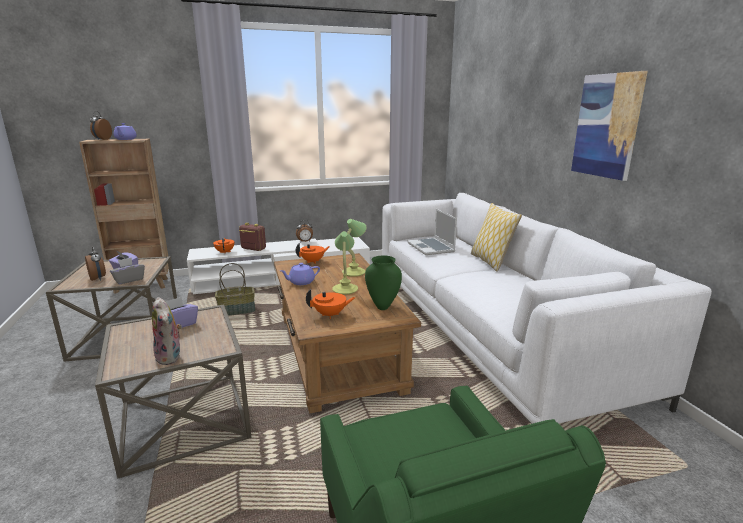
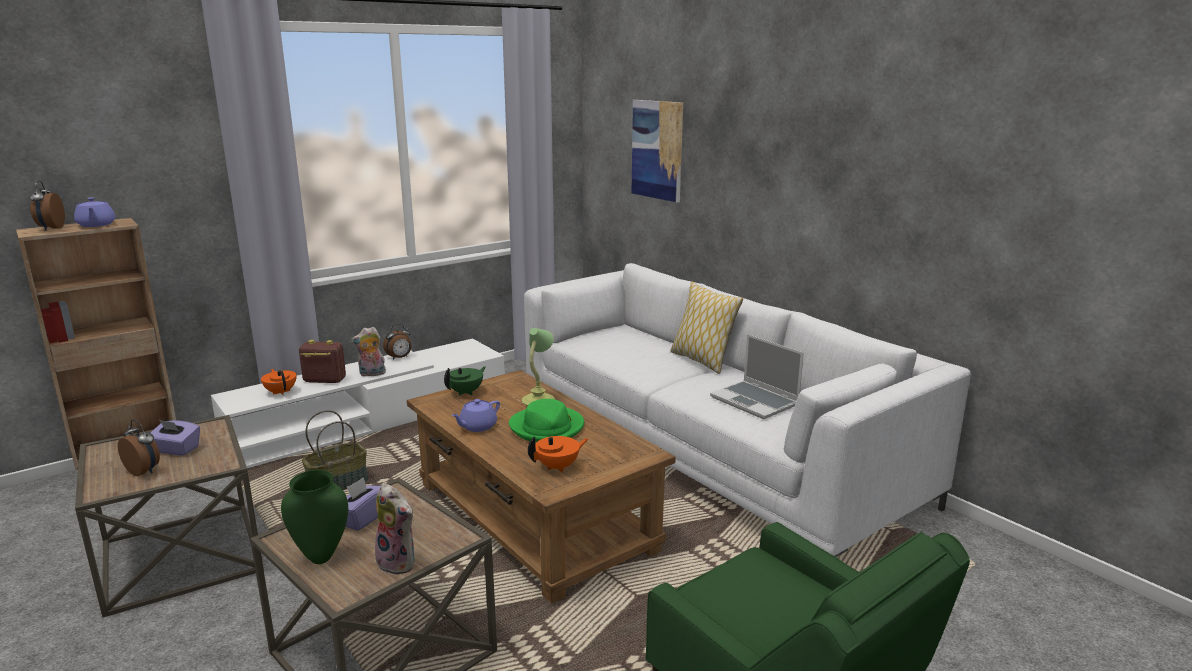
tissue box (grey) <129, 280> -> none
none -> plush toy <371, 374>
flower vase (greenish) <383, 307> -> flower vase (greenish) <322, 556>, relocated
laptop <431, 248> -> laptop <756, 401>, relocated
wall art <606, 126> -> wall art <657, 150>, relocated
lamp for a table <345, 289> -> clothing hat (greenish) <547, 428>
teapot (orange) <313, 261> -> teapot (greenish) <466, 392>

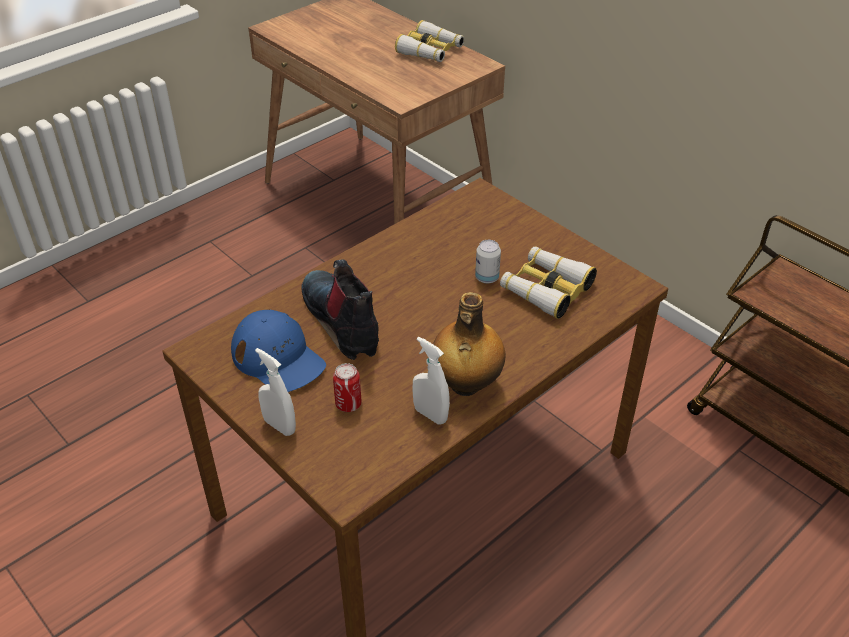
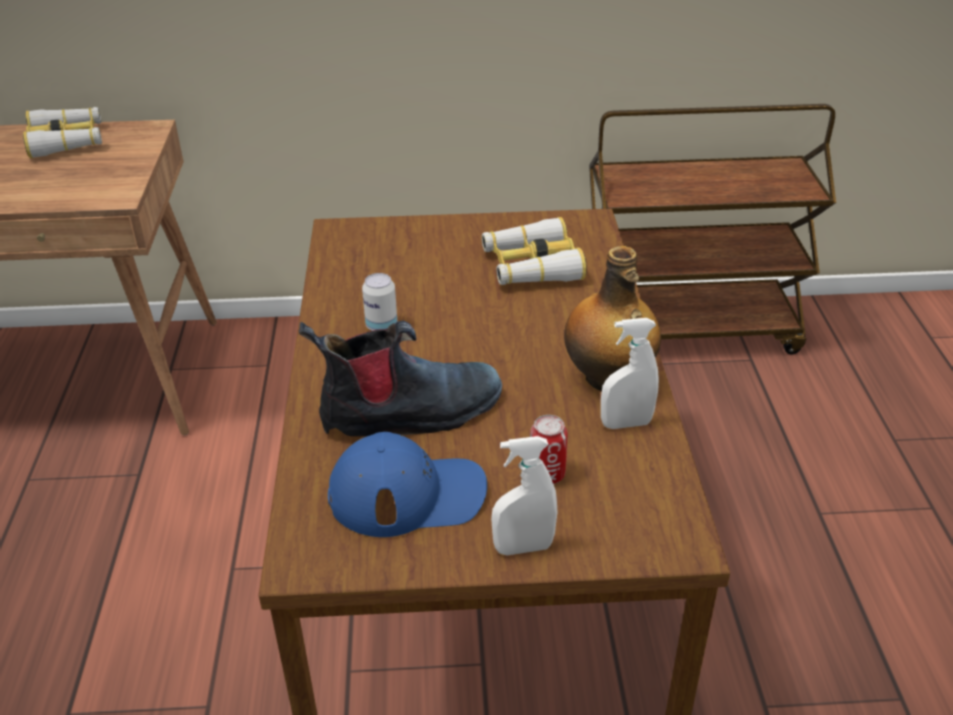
metal can <487, 278> -> metal can <381, 326>, relocated
high-top boot <343, 321> -> high-top boot <410, 414>, 150 degrees clockwise

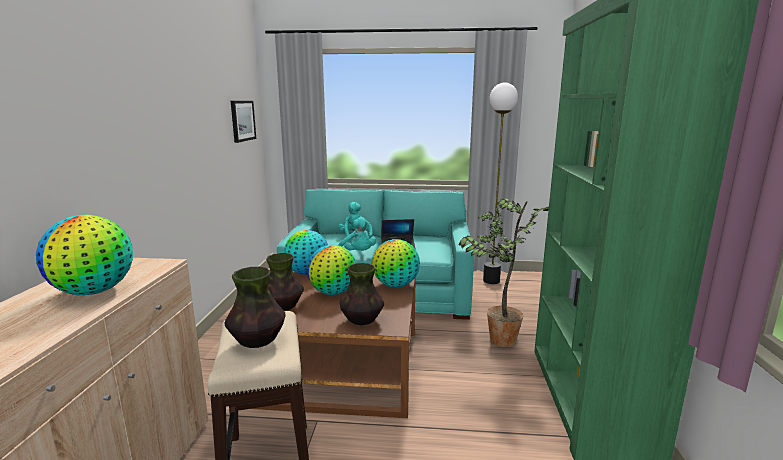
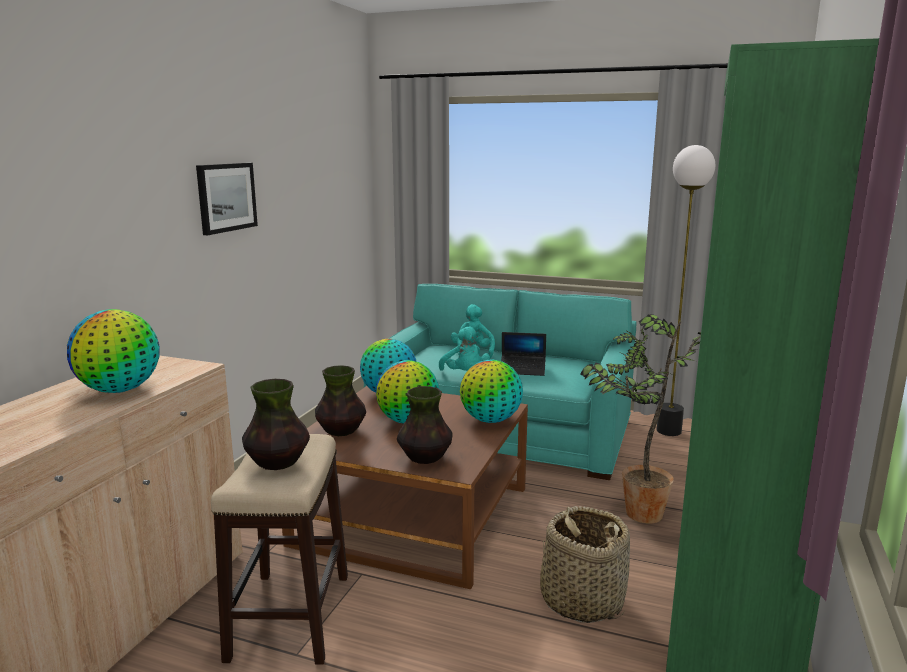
none -> basket <581, 599>
wall art <242, 120> -> wall art <226, 197>, relocated

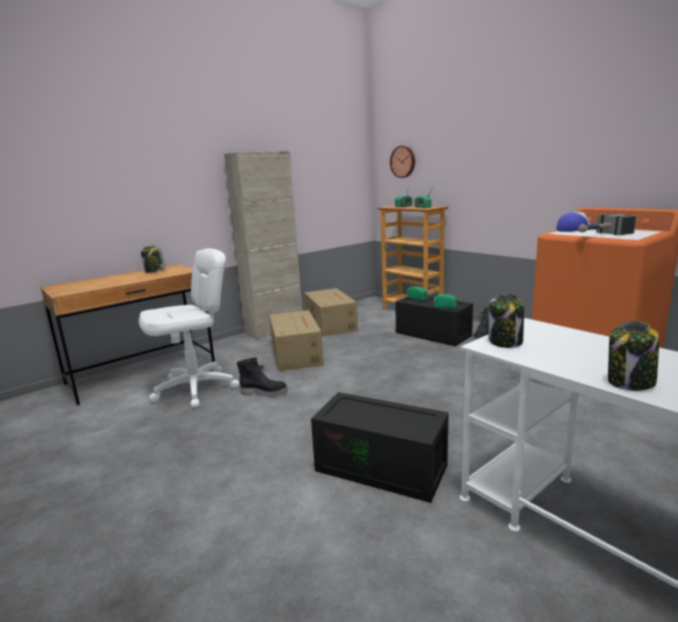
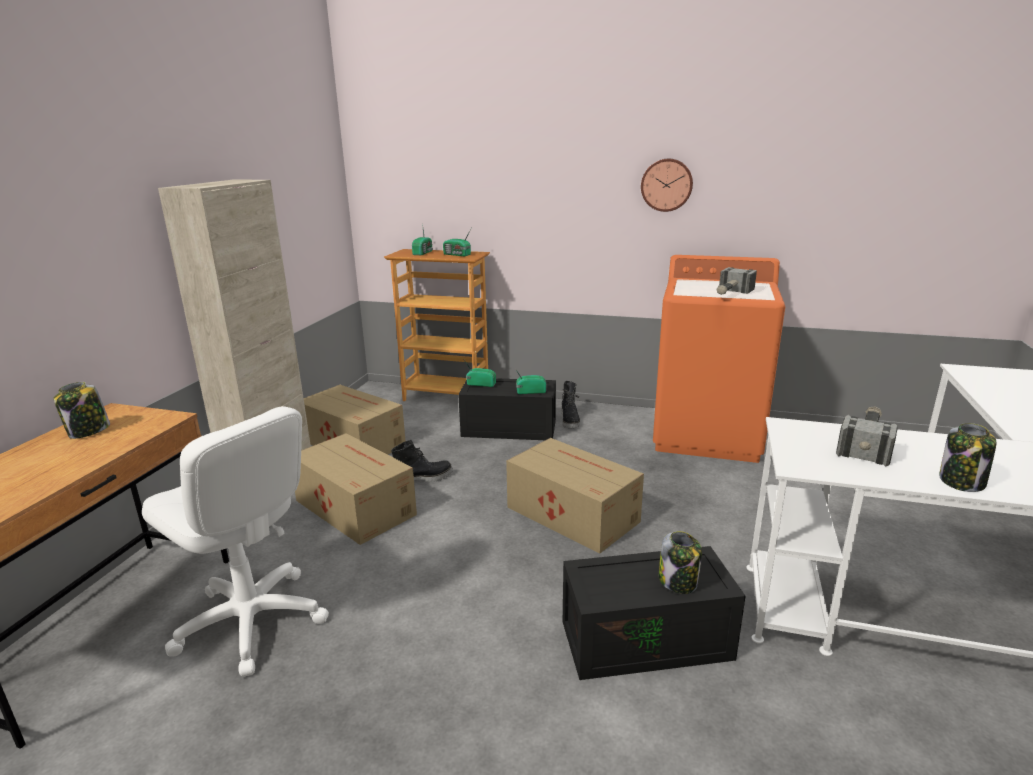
peaked cap <576, 229> -> none
none -> carton <571, 513>
none -> hammer <866, 442>
high-top boot (blackish) <264, 392> -> high-top boot (blackish) <424, 479>, relocated
hanging clock <403, 161> -> hanging clock <666, 185>, relocated
preserve jar <505, 342> -> preserve jar <678, 582>, relocated
desk chair (white-coloured) <196, 388> -> desk chair (white-coloured) <251, 621>, 105 degrees clockwise

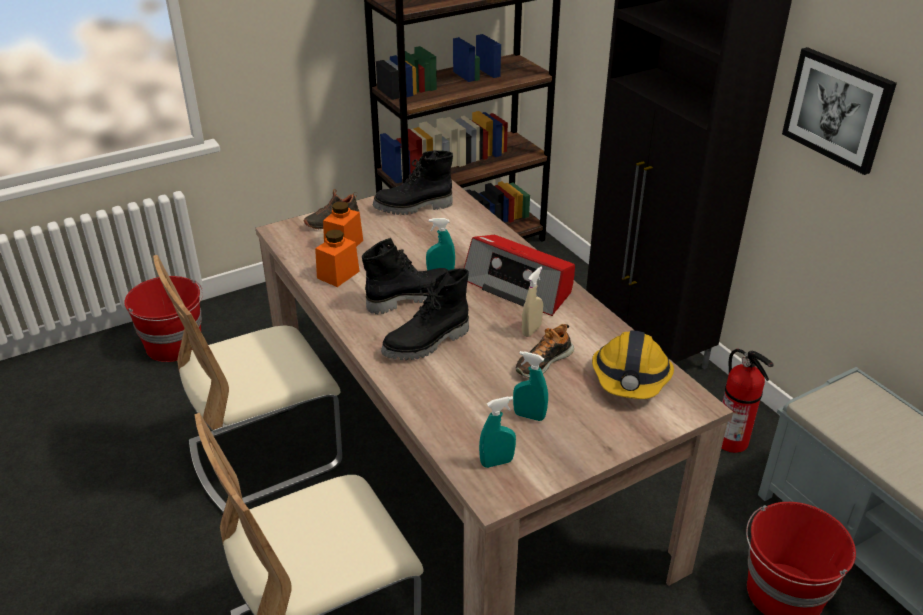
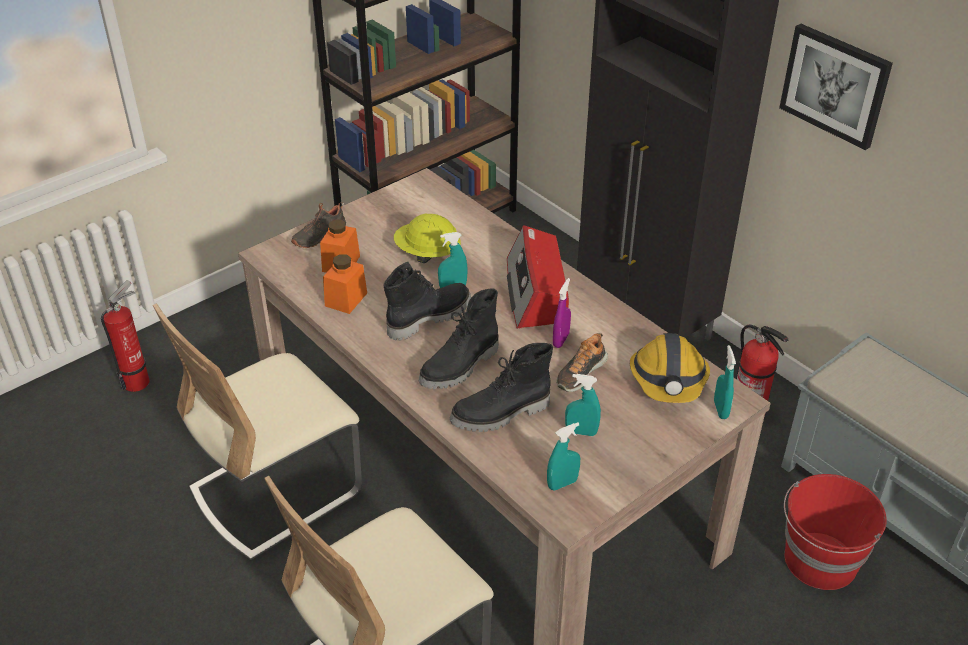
none -> hard hat (yellow) <427, 254>
none -> sprayer (turquoise) <720, 410>
high-top boot (blackish) <413, 207> -> high-top boot (blackish) <501, 414>, relocated
water bucket (reddish) <175, 345> -> extinguisher <138, 380>
sprayer (beige) <531, 330> -> sprayer (purple-coloured) <561, 340>
radio receiver <519, 286> -> radio receiver <536, 292>, 60 degrees clockwise

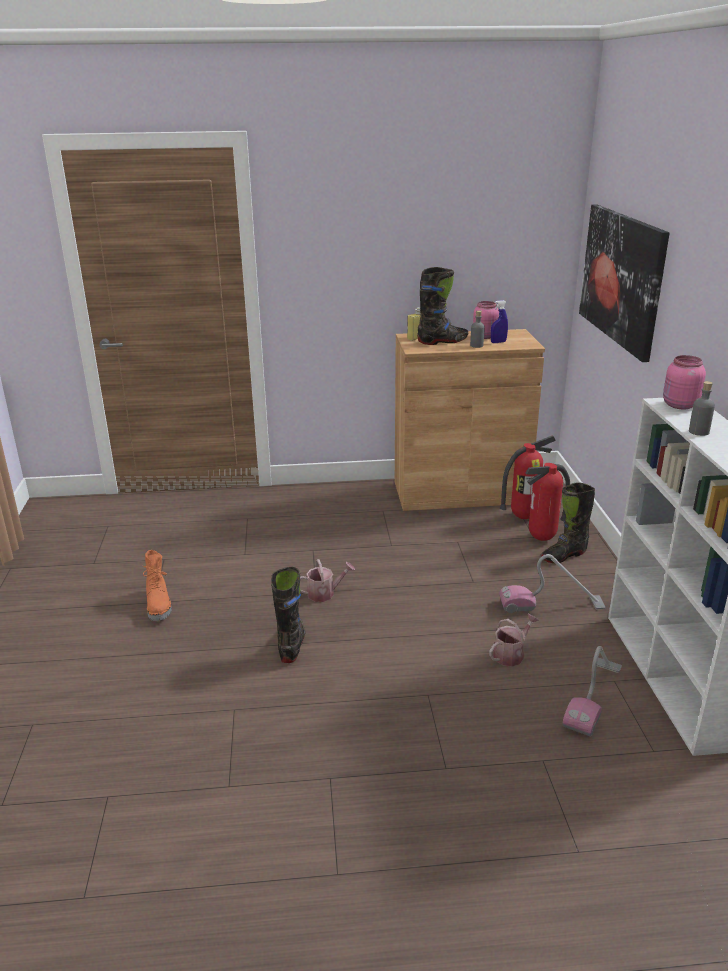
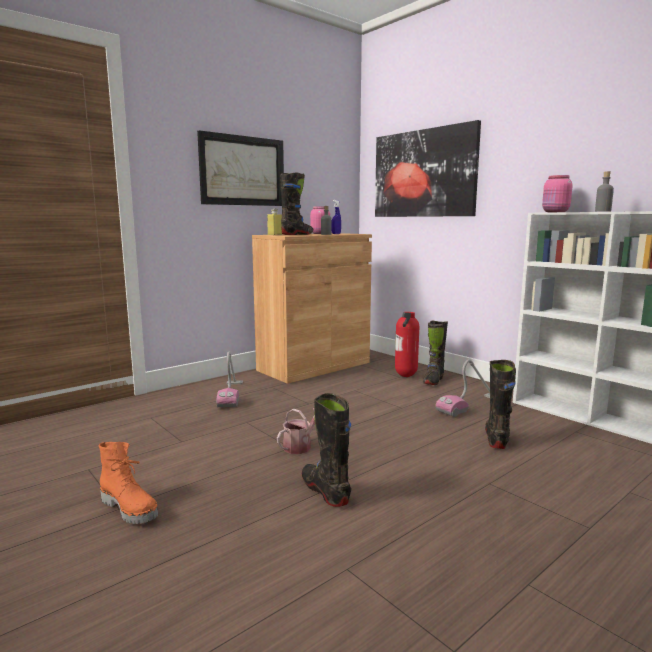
extinguisher <523, 517> -> none
none -> wall art <242, 171>
vacuum cleaner <593, 697> -> vacuum cleaner <231, 394>, relocated
watering pot <511, 654> -> high-top boot (blackish) <496, 438>

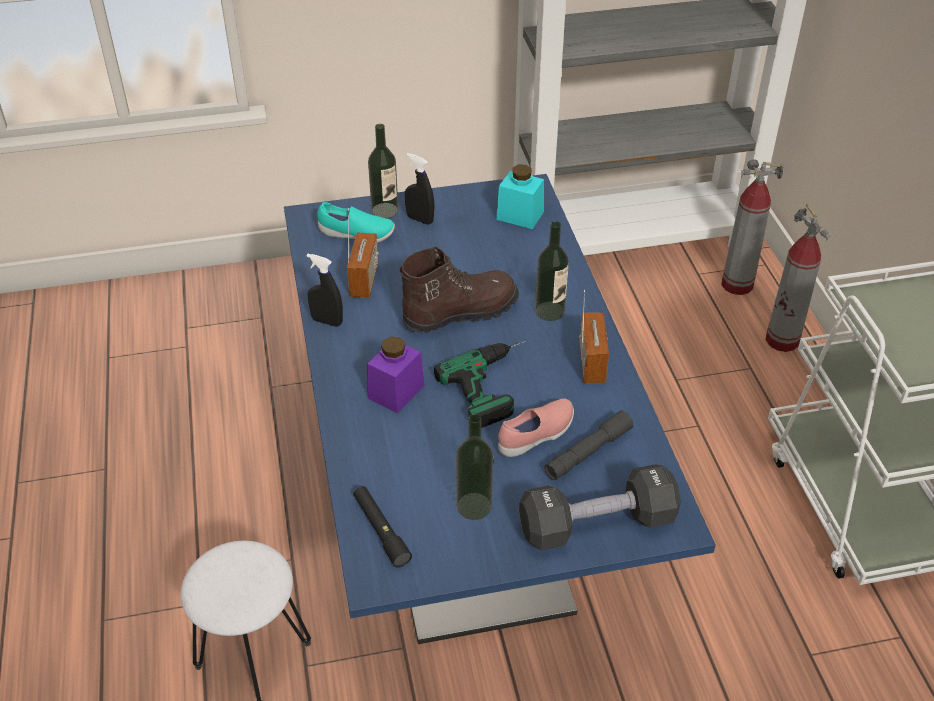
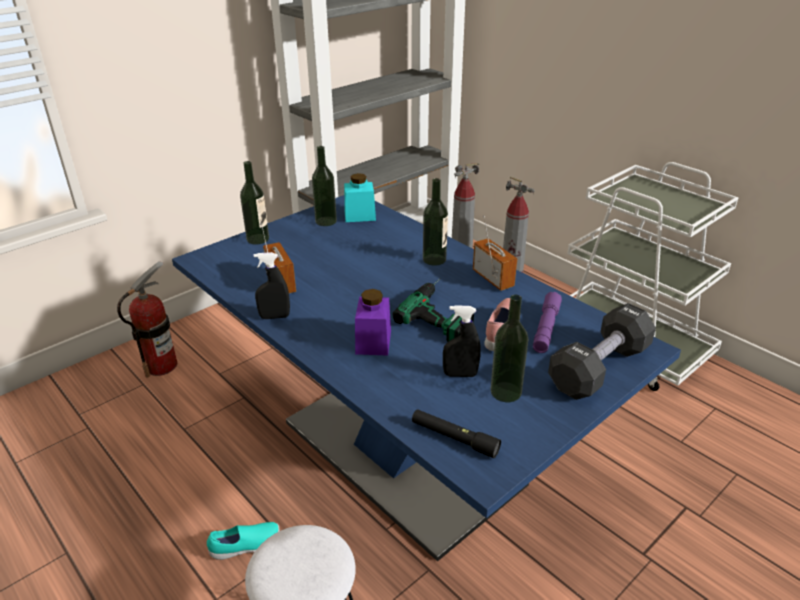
high-top boot (brown-coloured) <459, 312> -> none
none -> extinguisher <161, 365>
none -> drink bottle <326, 221>
shoe (turquoise) <356, 235> -> shoe (turquoise) <246, 546>, relocated
sprayer (blackish) <420, 219> -> sprayer (blackish) <460, 374>, relocated
hand torch (grey) <588, 452> -> hand torch (purple-coloured) <546, 328>

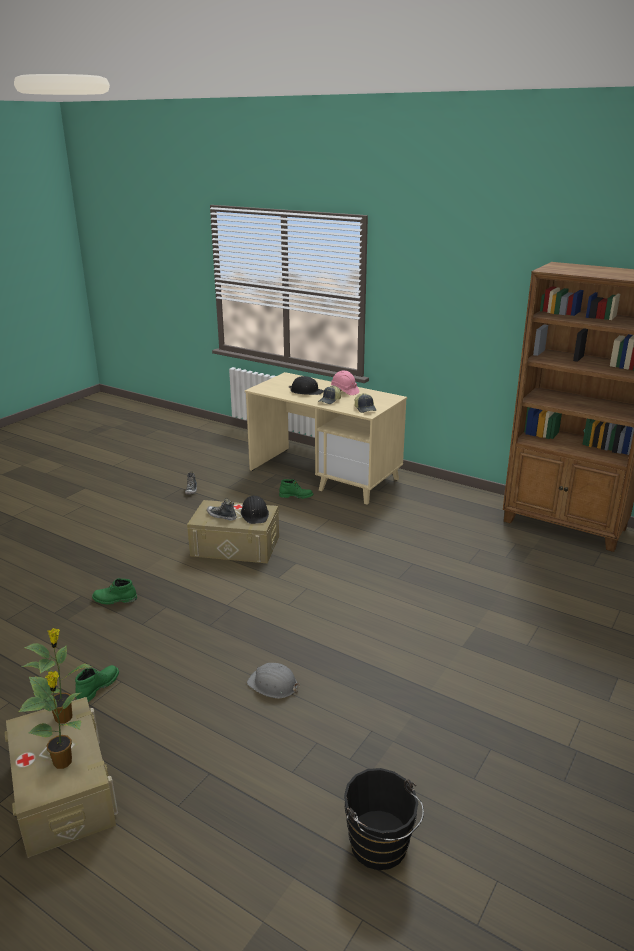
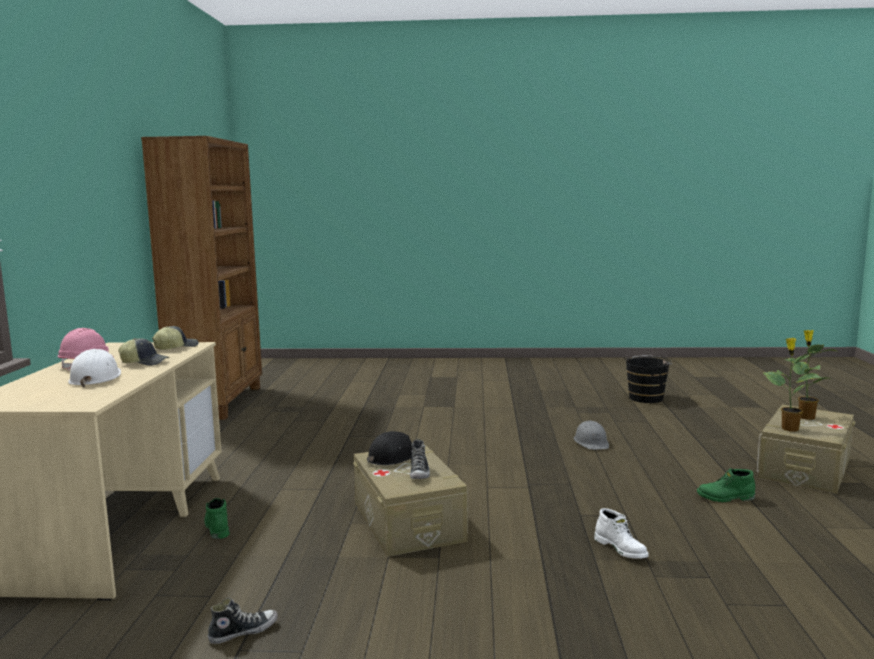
high-top boot (greenish) <114, 600> -> high-top boot (white-coloured) <621, 549>
hard hat (blackish) <306, 391> -> hard hat (white-coloured) <95, 378>

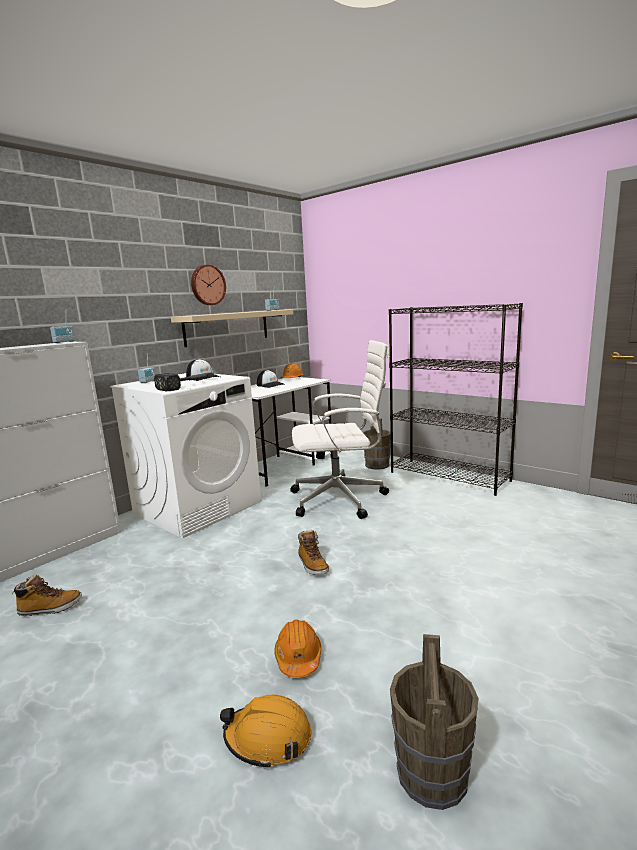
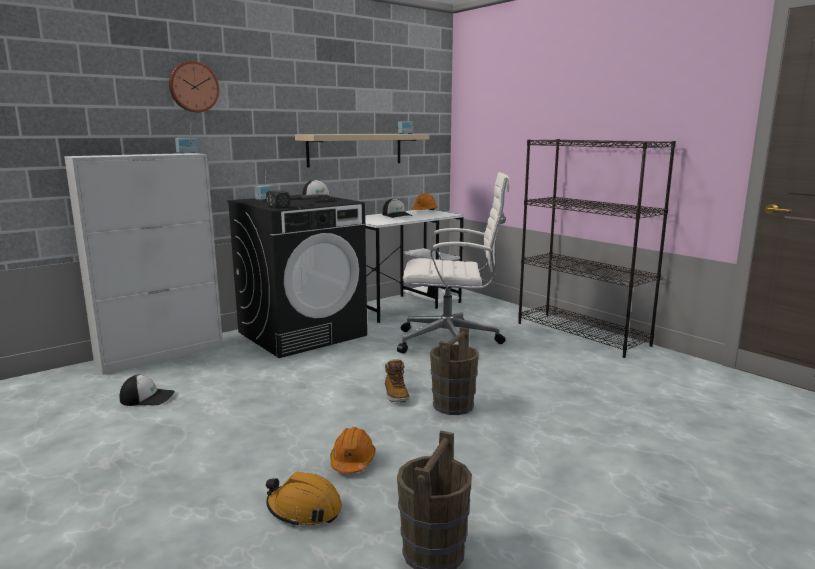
hanging clock <207, 285> -> hanging clock <193, 87>, relocated
water bucket (brown-coloured) <377, 465> -> water bucket (brown-coloured) <453, 405>, relocated
high-top boot <50, 608> -> peaked cap <147, 397>
laundry appliance (white-coloured) <198, 507> -> laundry appliance (blackish) <302, 334>

